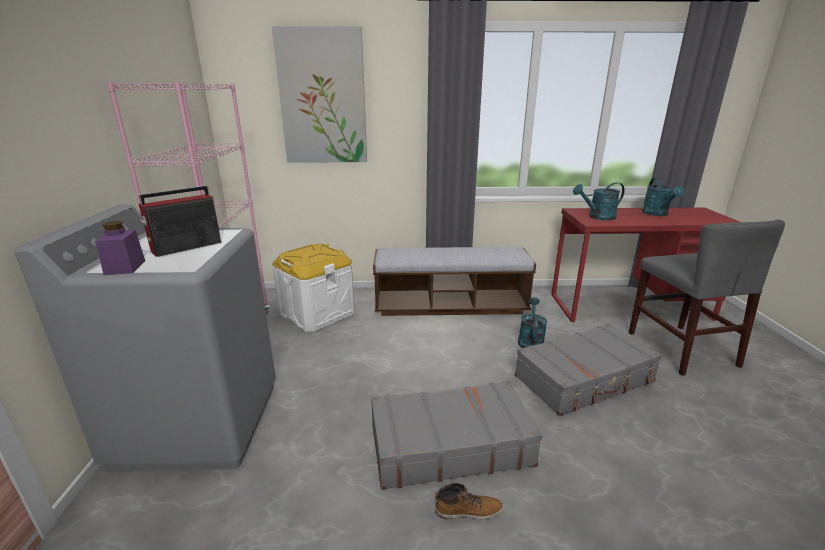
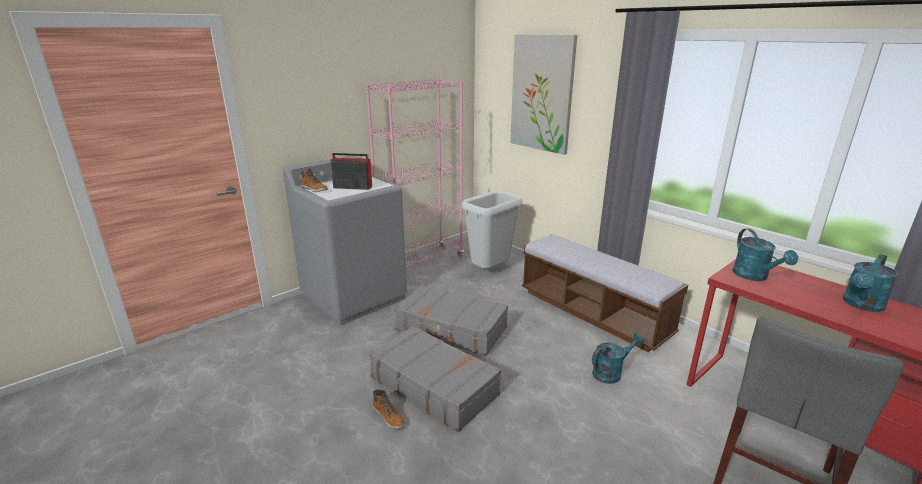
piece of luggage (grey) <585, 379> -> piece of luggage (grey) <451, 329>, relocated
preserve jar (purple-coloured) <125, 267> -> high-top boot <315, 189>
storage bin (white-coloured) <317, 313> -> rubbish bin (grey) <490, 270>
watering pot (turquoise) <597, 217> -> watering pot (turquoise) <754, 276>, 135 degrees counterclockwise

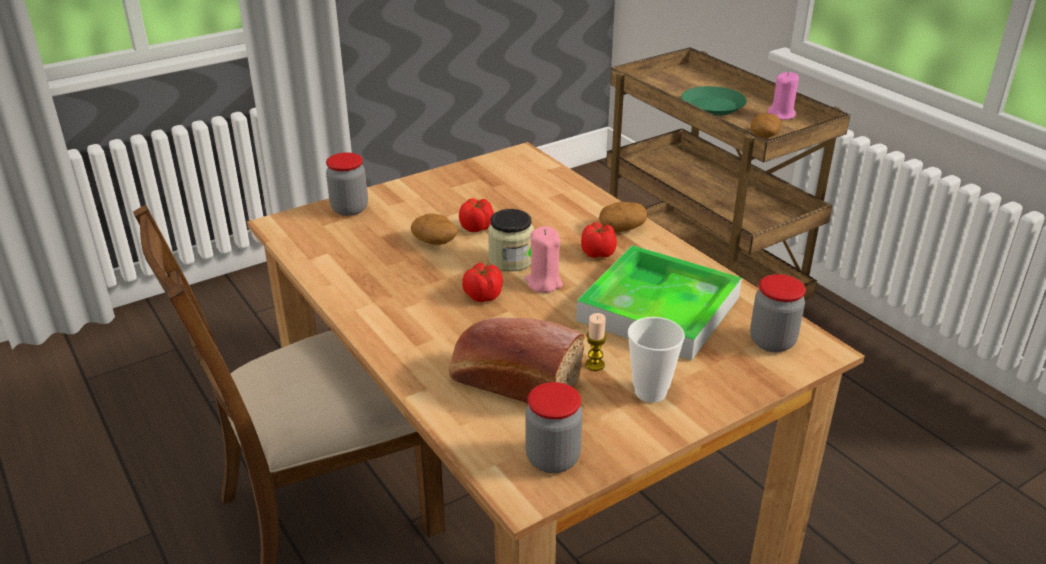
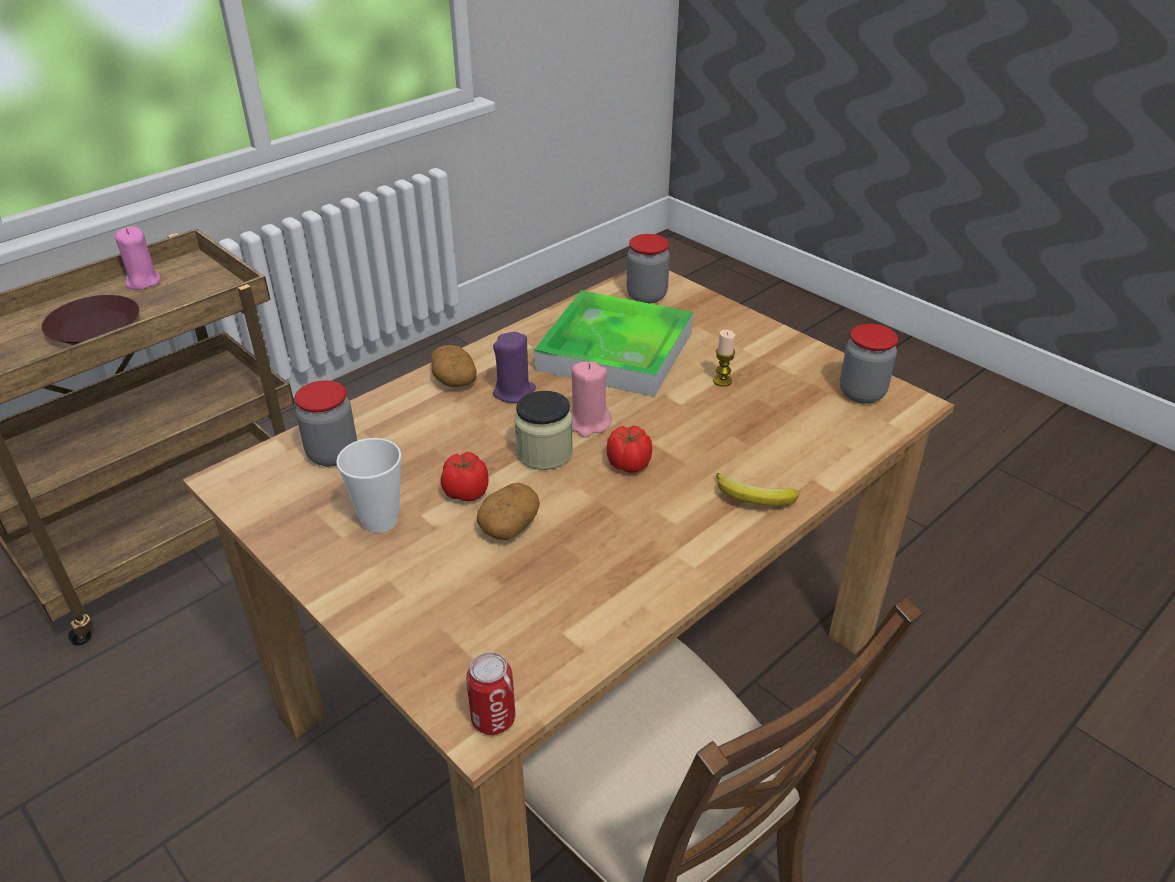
bread <511, 380> -> none
whole potato <764, 136> -> none
none -> metal can <493, 718>
none -> banana fruit <754, 498>
preserve jar <349, 209> -> preserve jar <332, 454>, relocated
drinking cup <650, 392> -> drinking cup <380, 520>, relocated
fresh tomato <597, 253> -> wax light (purple-coloured) <514, 392>
dinner plate (greenish) <713, 106> -> dinner plate (brown-coloured) <94, 328>

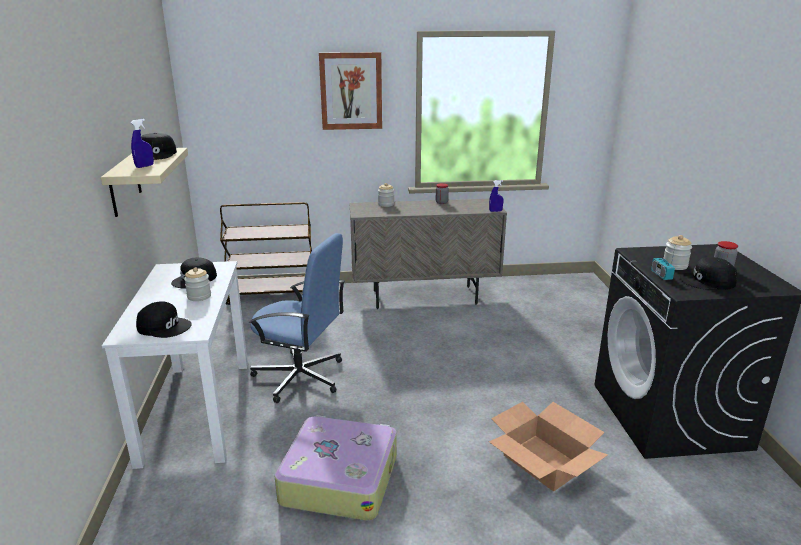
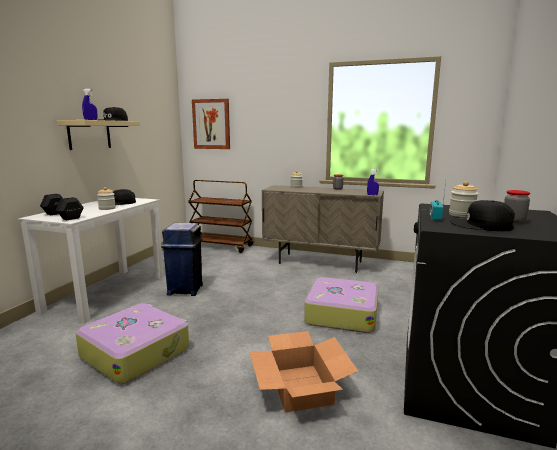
none -> piece of luggage <341, 314>
wall art <351, 91> -> wall art <211, 124>, relocated
peaked cap (blackish) <164, 326> -> dumbbell (blackish) <62, 216>
desk chair (blue) <300, 377> -> rubbish bin (blue) <185, 289>

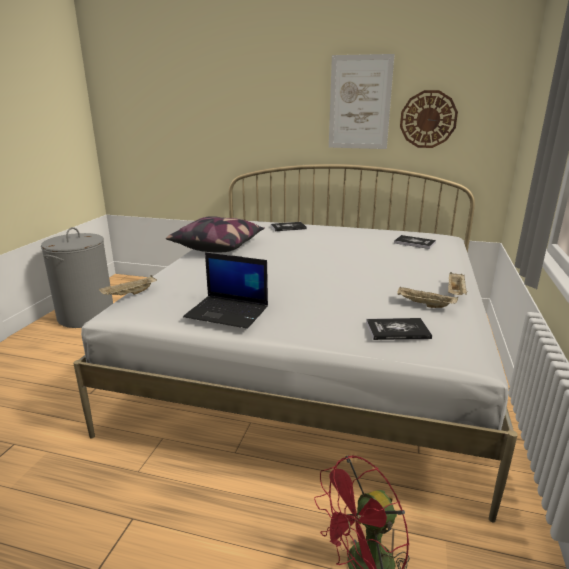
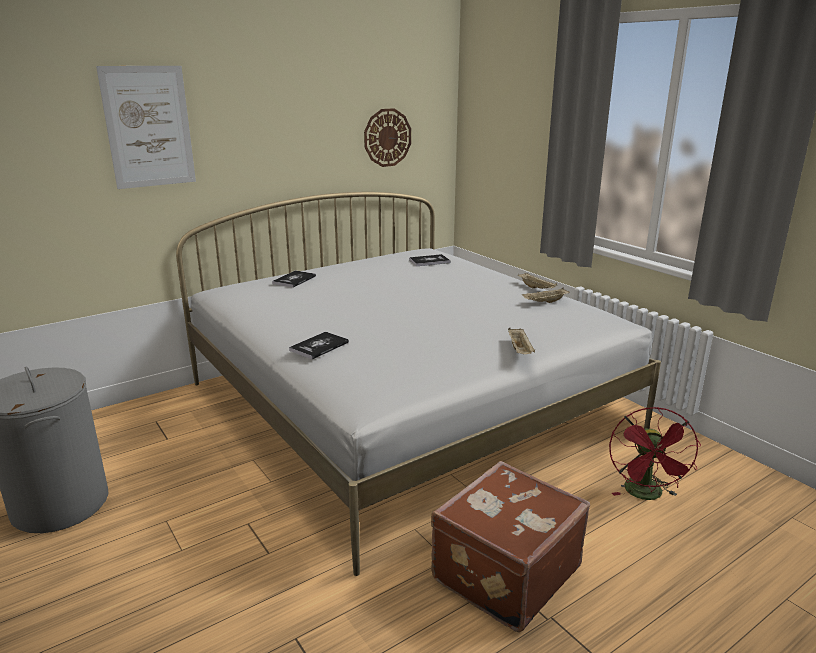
throw pillow <218, 246> -> none
laptop <228, 312> -> none
none -> piece of luggage (brown-coloured) <503, 573>
carrying tray (beige) <129, 294> -> carrying tray (beige) <520, 351>, relocated
wall art <360, 103> -> wall art <149, 127>, relocated
book <397, 330> -> book <319, 346>, relocated

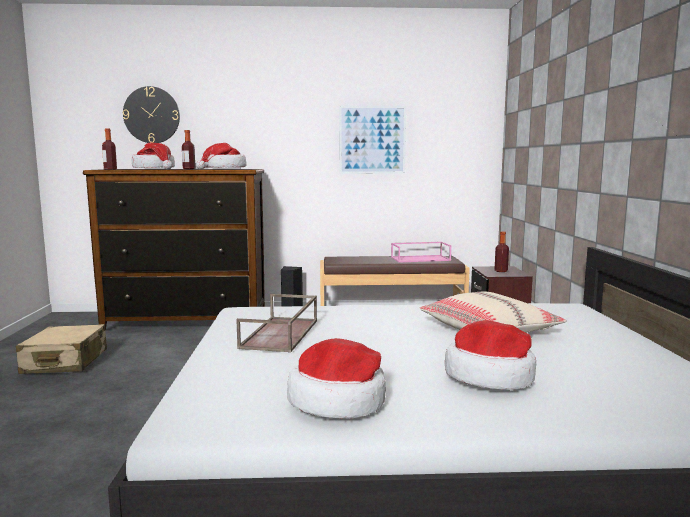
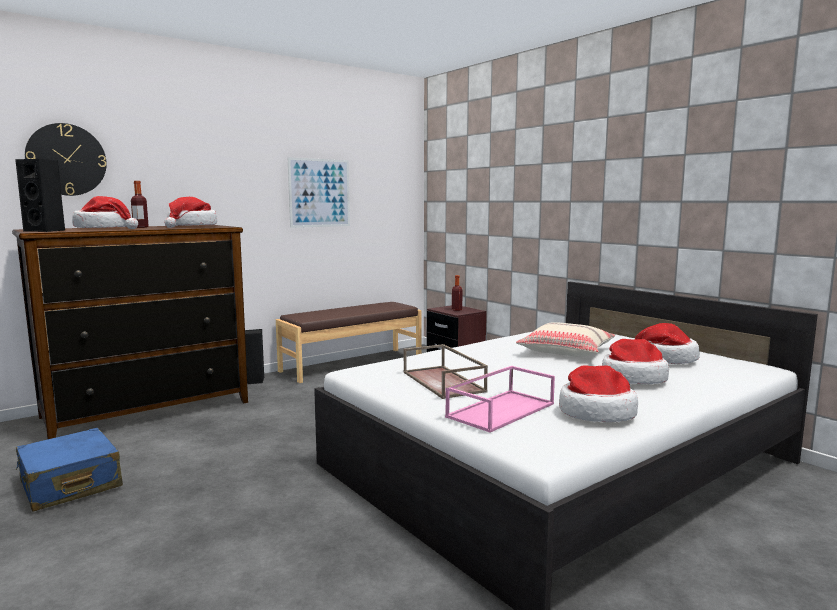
none -> clothing hat <665, 359>
carrying tray (pinkish) <421, 259> -> carrying tray (pinkish) <500, 409>, relocated
drink bottle <110, 169> -> audio speaker (blackish) <46, 231>
piece of luggage (beige) <65, 362> -> piece of luggage (blue) <70, 484>

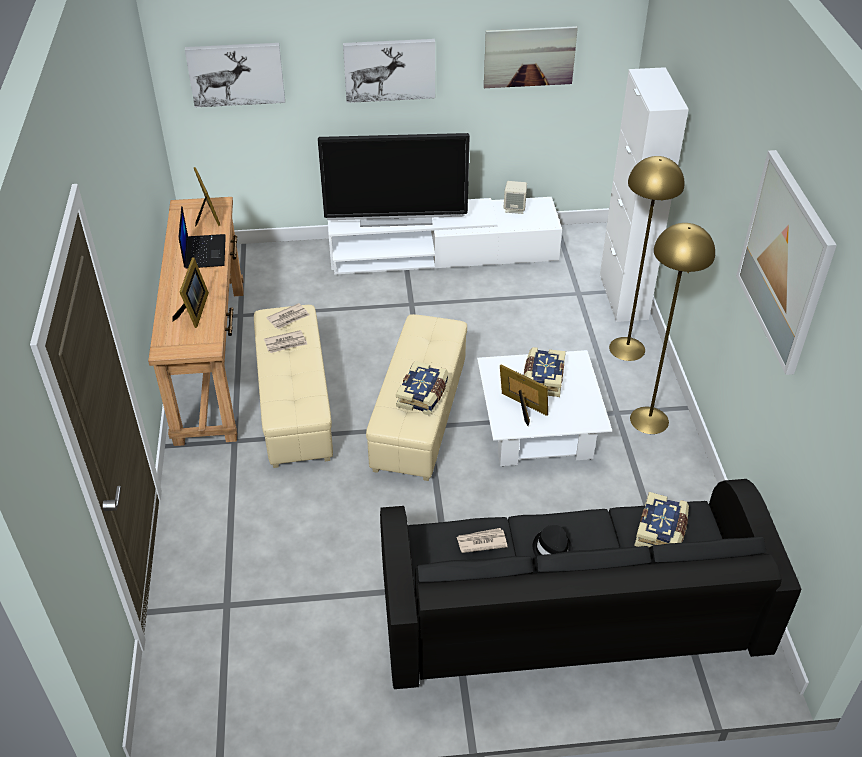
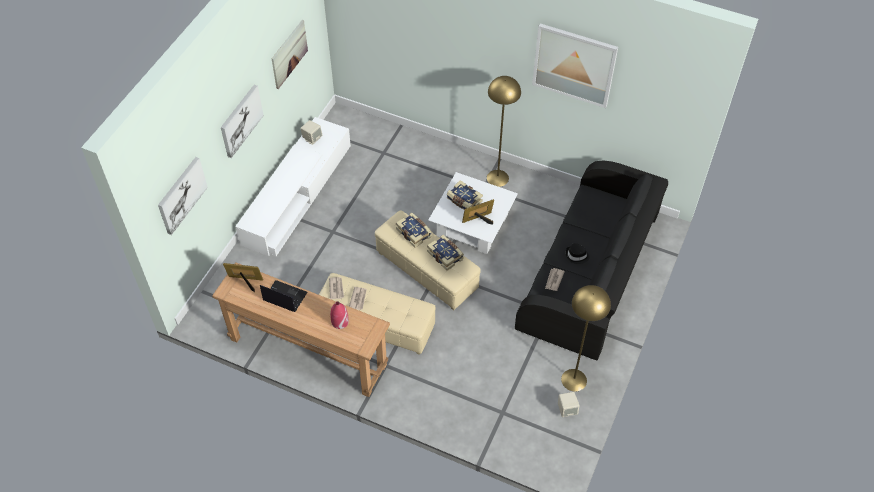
TV set <396, 219> -> none
cabinet (white-coloured) <623, 297> -> none
none -> audio speaker (beige) <567, 410>
standing lamp (yellow) <627, 348> -> standing lamp (yellow) <574, 380>, relocated
book <661, 531> -> book <414, 233>, relocated
picture frame <194, 311> -> flower vase (reddish) <339, 321>

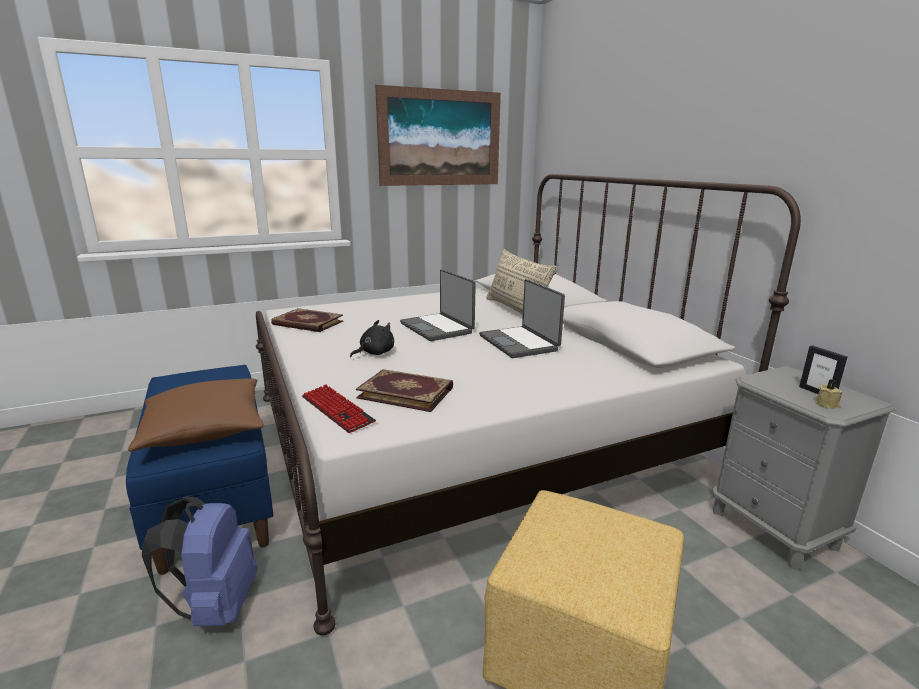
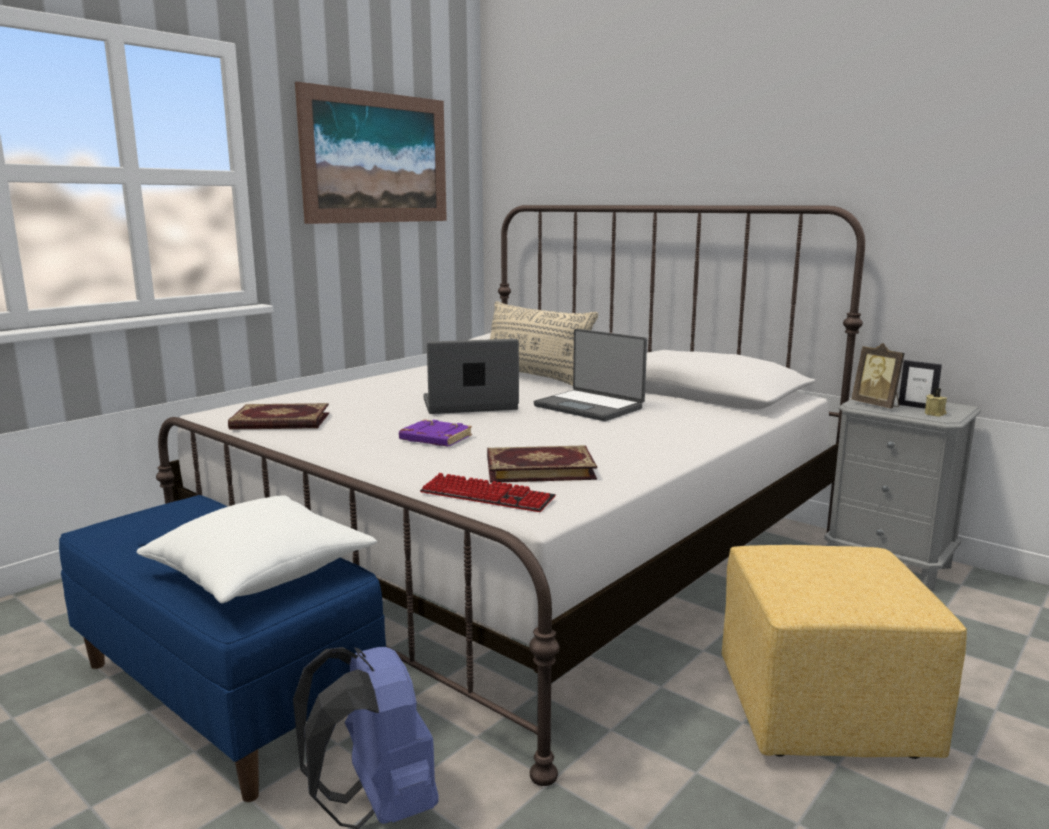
none -> picture frame <877, 405>
plush toy (blackish) <375, 353> -> book (purple-coloured) <434, 439>
throw pillow (brown-coloured) <204, 430> -> throw pillow (white-coloured) <260, 573>
laptop <437, 328> -> laptop <469, 405>, 135 degrees clockwise

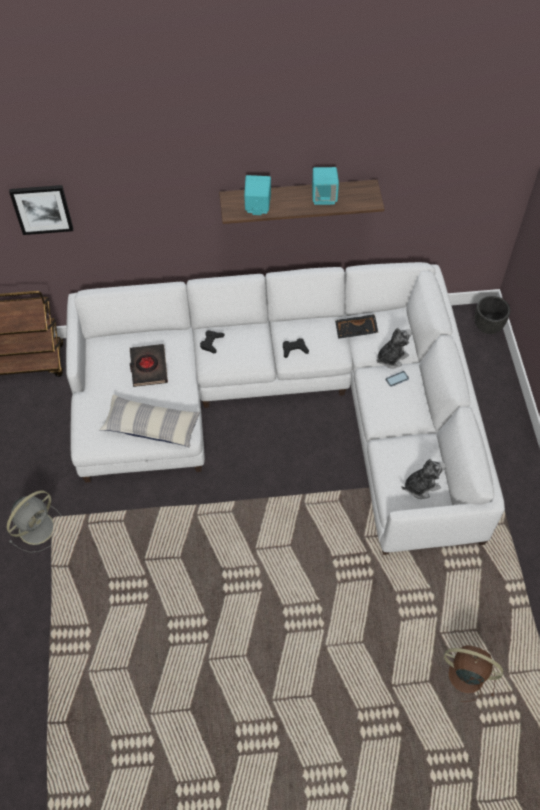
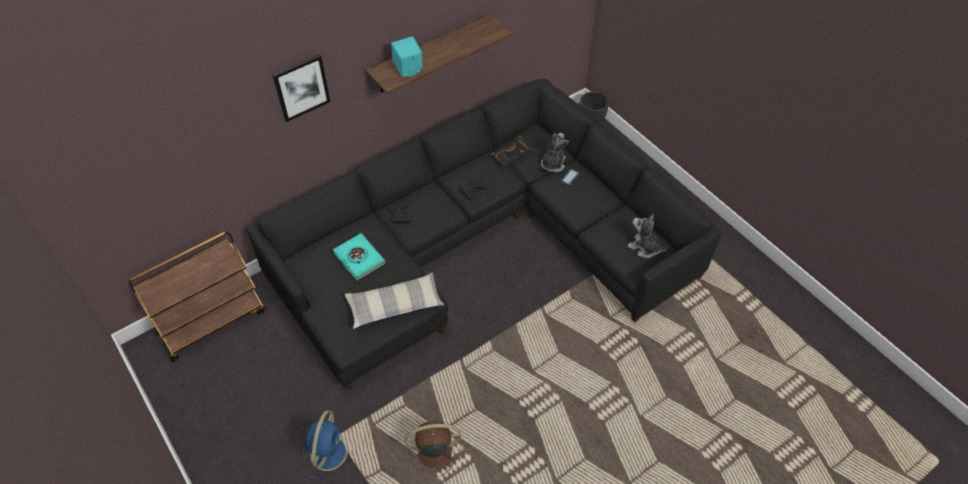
audio speaker (turquoise) <324, 197> -> none
wall art <42, 209> -> wall art <301, 87>, relocated
fan (brown-coloured) <464, 674> -> fan (brown-coloured) <433, 452>, relocated
fan (grey) <38, 527> -> fan (blue) <329, 451>
sofa (white-coloured) <286, 404> -> sofa (blackish) <479, 245>
book (blackish) <148, 367> -> book (turquoise) <359, 259>
plush toy <420, 486> -> plush toy <644, 247>, 90 degrees counterclockwise

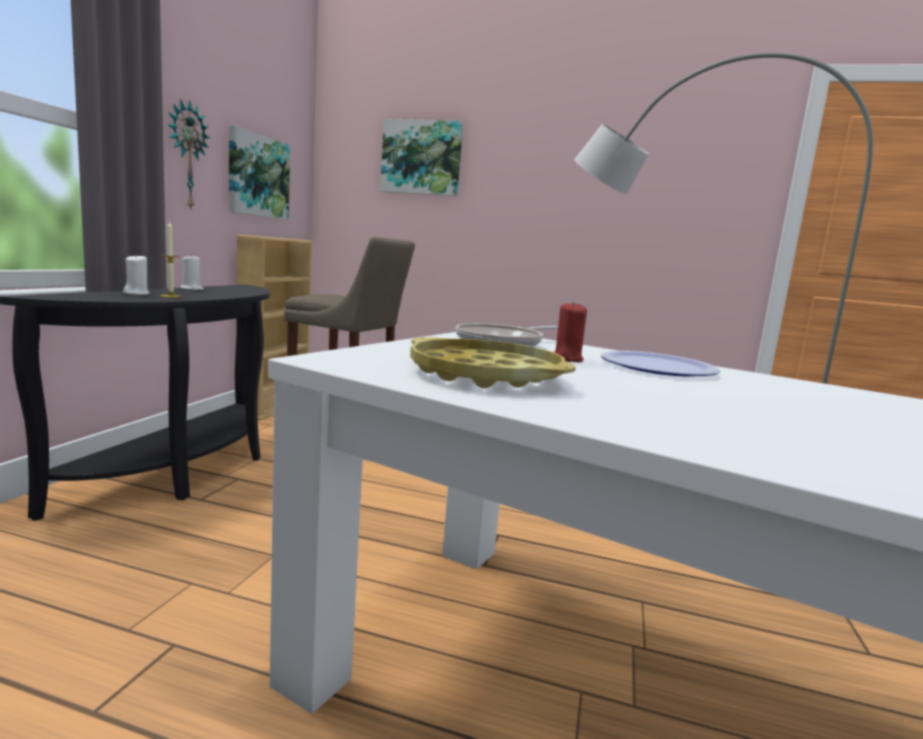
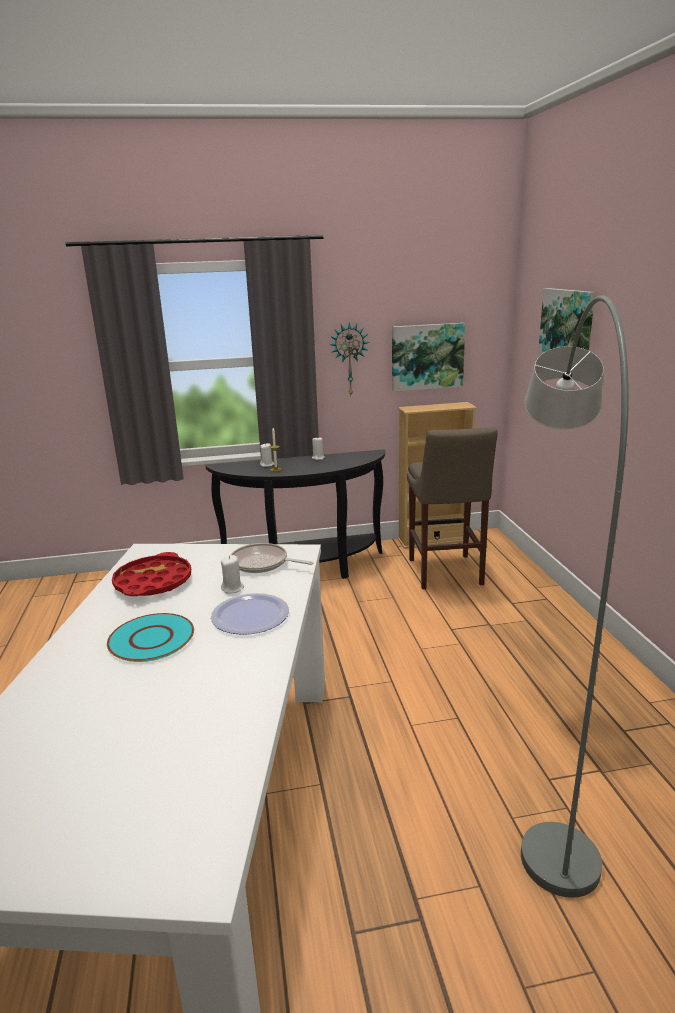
none -> dinner plate (turquoise) <152, 638>
carrying tray (yellow) <486, 375> -> carrying tray (reddish) <153, 582>
wax light (reddish) <566, 359> -> wax light (white-coloured) <233, 588>

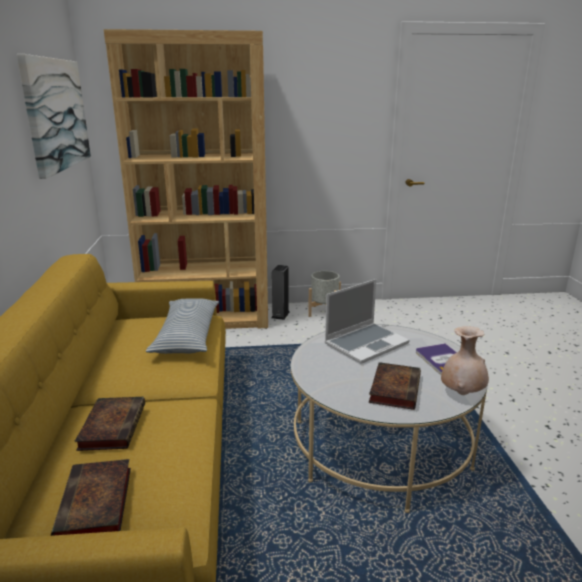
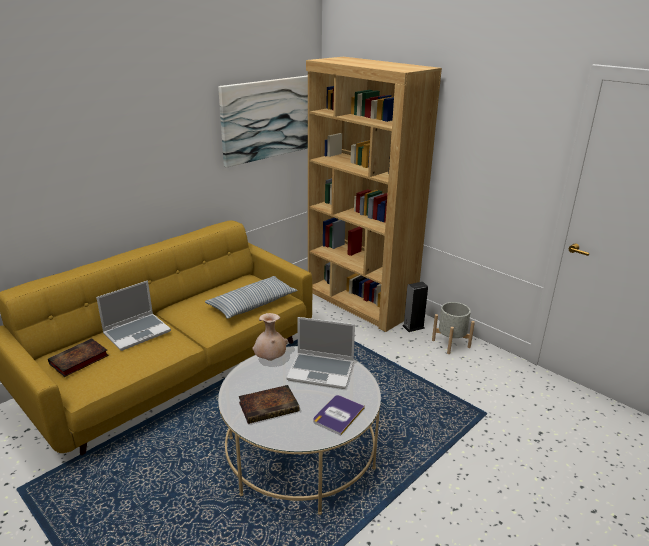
flower vase (beige) <462, 393> -> flower vase (beige) <270, 359>, relocated
book <112, 426> -> laptop <137, 332>

